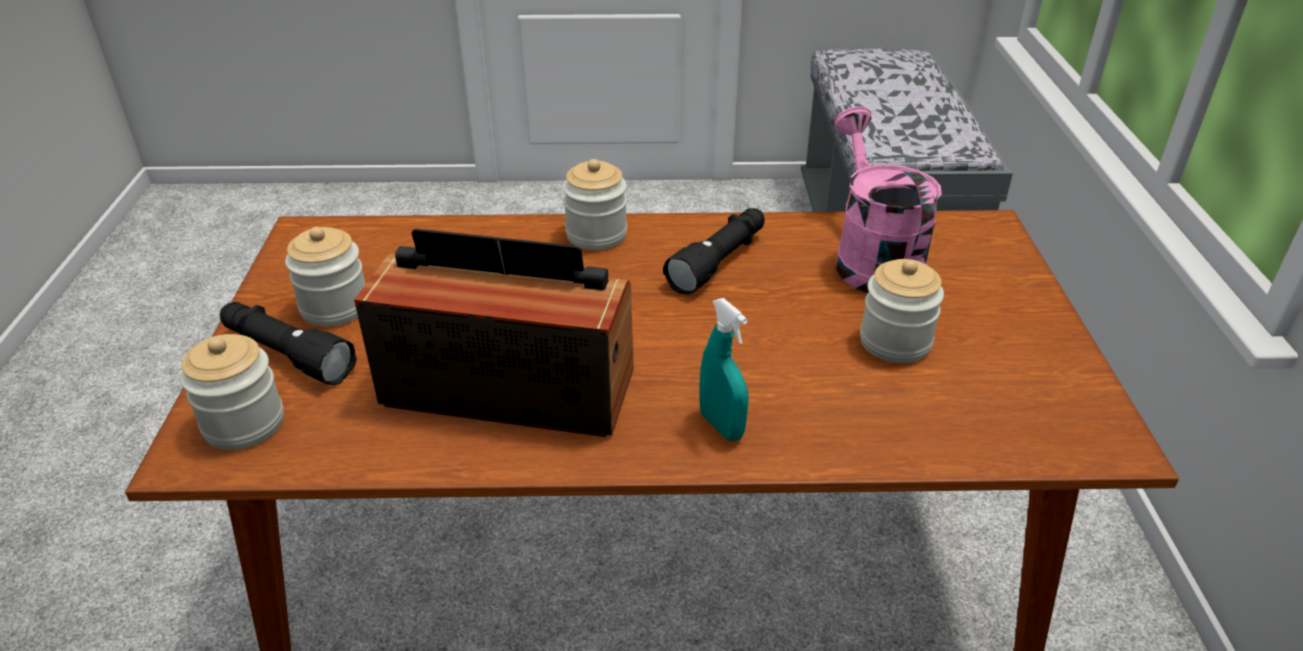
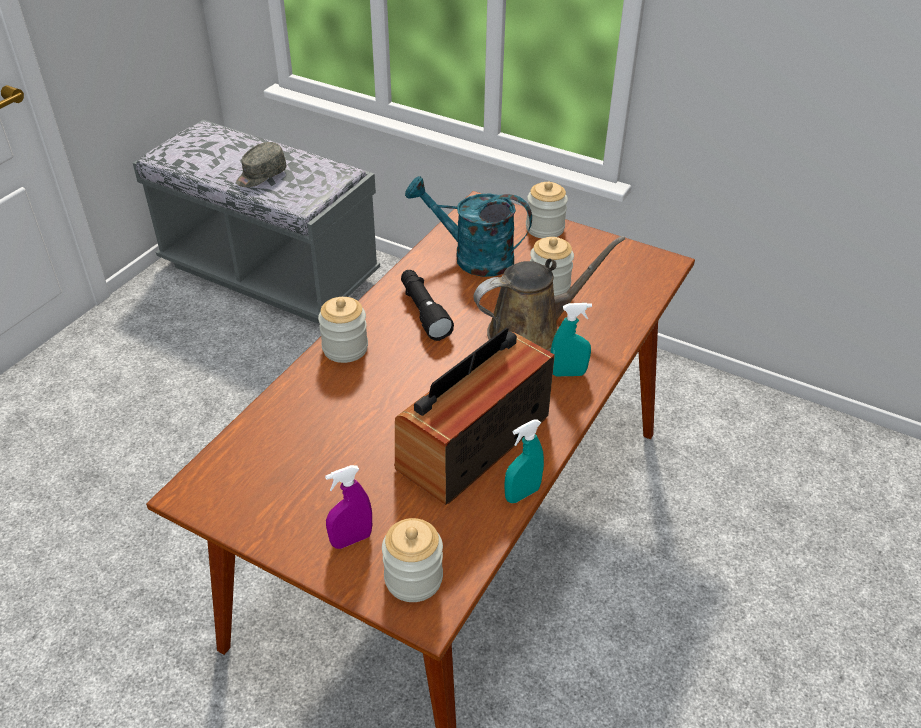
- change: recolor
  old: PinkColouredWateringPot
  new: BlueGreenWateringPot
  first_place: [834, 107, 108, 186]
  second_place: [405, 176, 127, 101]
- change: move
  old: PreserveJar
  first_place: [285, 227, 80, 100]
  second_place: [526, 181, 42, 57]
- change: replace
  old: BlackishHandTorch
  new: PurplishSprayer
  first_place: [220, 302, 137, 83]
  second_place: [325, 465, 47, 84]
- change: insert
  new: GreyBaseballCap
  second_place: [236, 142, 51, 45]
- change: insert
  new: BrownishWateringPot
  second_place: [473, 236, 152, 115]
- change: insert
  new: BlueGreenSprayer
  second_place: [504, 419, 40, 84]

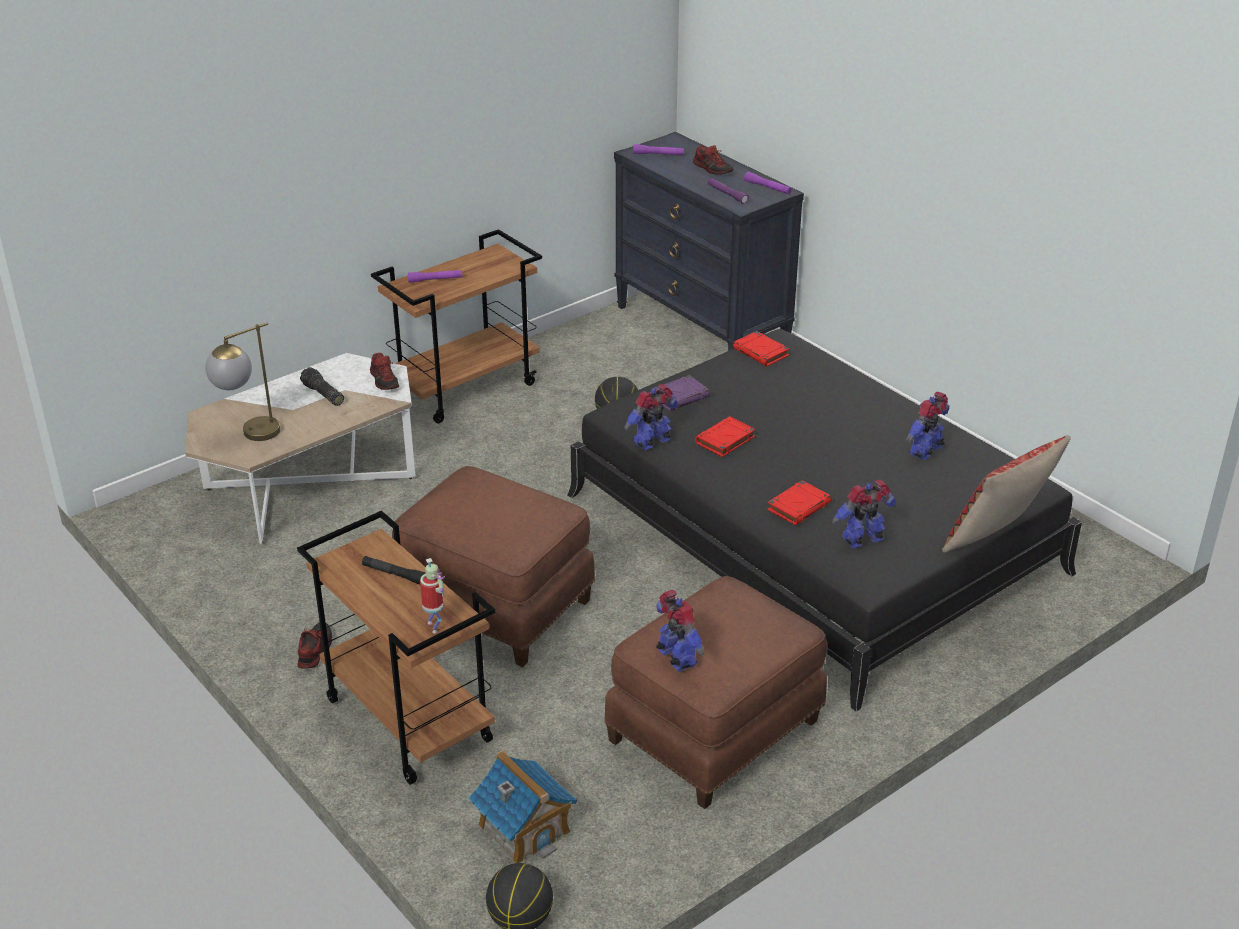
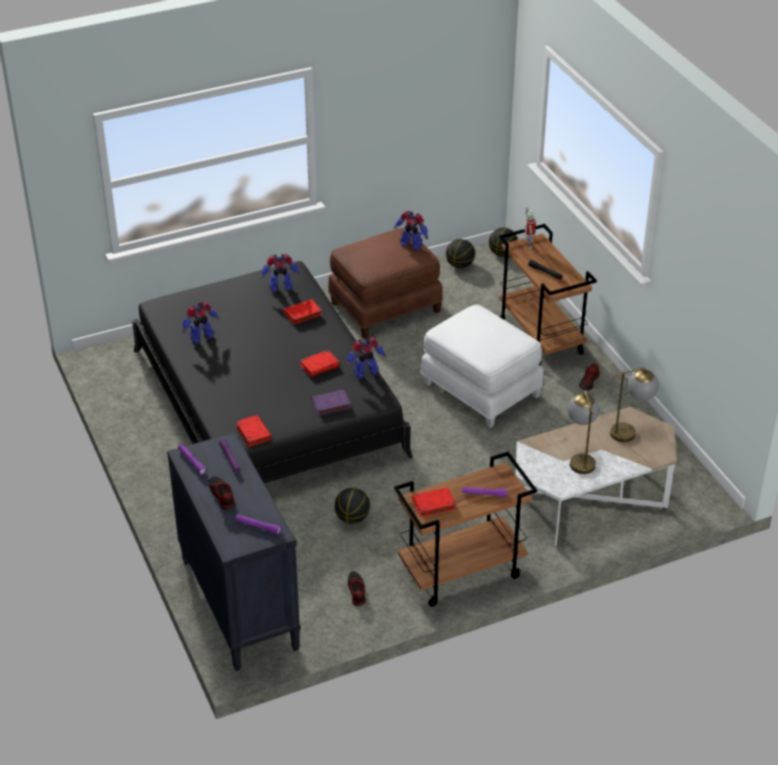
- change: move
  old: ItemOfFootwear
  first_place: [370, 353, 29, 37]
  second_place: [348, 571, 18, 35]
- change: replace
  old: HandTorch
  new: TabletopLamp
  first_place: [300, 367, 44, 39]
  second_place: [567, 391, 32, 83]
- change: delete
  old: Pillow
  first_place: [942, 435, 129, 118]
- change: recolor
  old: BrownishFootrest
  new: WhiteColouredFootrest
  first_place: [392, 466, 203, 201]
  second_place: [421, 305, 123, 123]
- change: rotate
  old: ToyRobot
  first_place: [656, 590, 48, 82]
  second_place: [394, 211, 34, 40]
  degrees: -45
- change: delete
  old: MiniatureHouse
  first_place: [468, 750, 109, 113]
- change: insert
  new: BasketballBall
  second_place: [446, 239, 29, 29]
- change: insert
  new: ReddishBoundBook
  second_place: [412, 487, 44, 30]

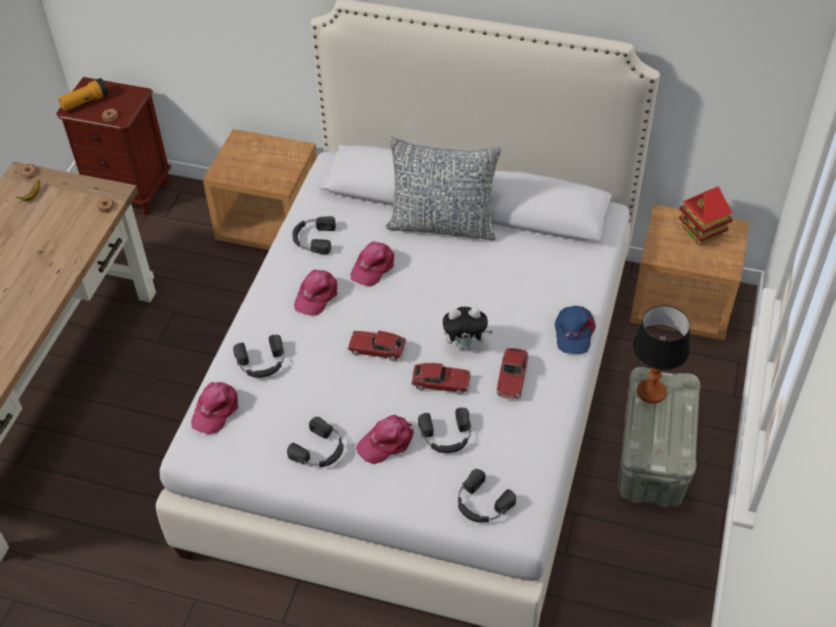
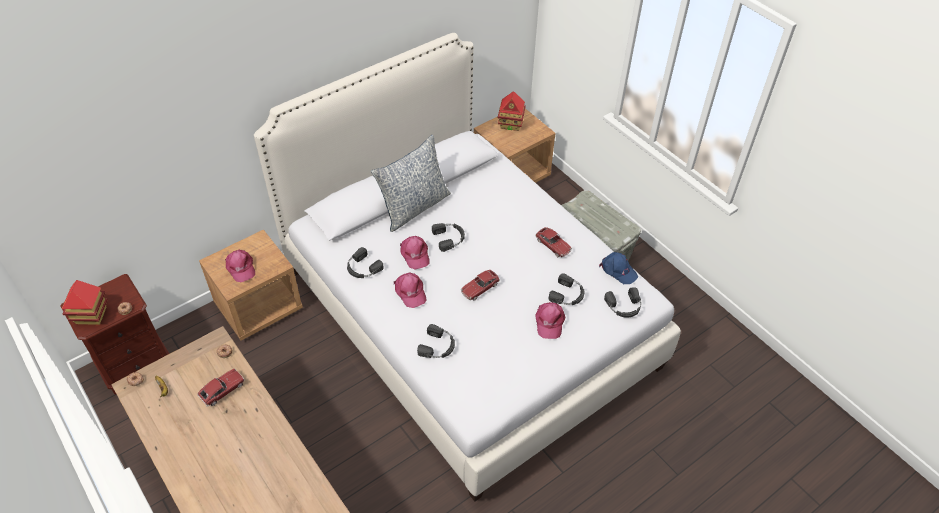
- change: replace
  old: HandTorch
  new: MiniatureHouse
  first_place: [58, 78, 51, 33]
  second_place: [62, 280, 46, 45]
- change: delete
  old: TabletopLamp
  first_place: [632, 305, 58, 99]
- change: move
  old: BlueColouredBaseballCap
  first_place: [555, 306, 41, 48]
  second_place: [599, 252, 39, 32]
- change: delete
  old: PlushToy
  first_place: [442, 307, 51, 43]
- change: move
  old: ModelCar
  first_place: [411, 363, 60, 32]
  second_place: [197, 368, 48, 39]
- change: move
  old: PinkColouredBaseballCap
  first_place: [191, 382, 47, 52]
  second_place: [225, 250, 30, 32]
- change: move
  old: BlackishHeadset
  first_place: [287, 417, 57, 51]
  second_place: [432, 223, 33, 29]

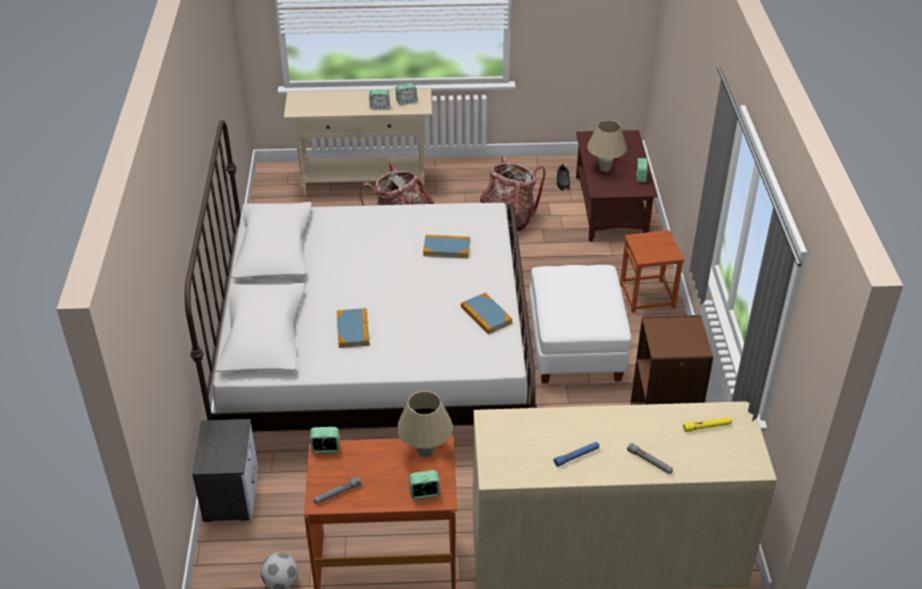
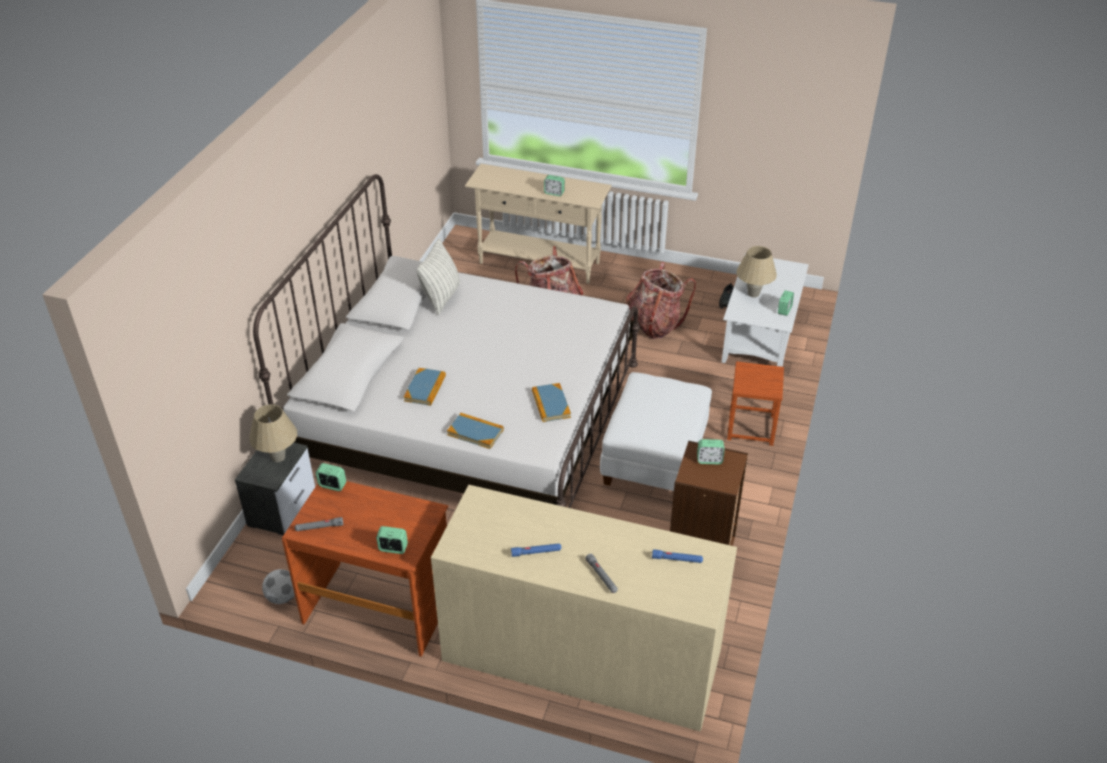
- change: move
  old: BedsideClock
  first_place: [396, 83, 21, 22]
  second_place: [697, 439, 28, 25]
- change: recolor
  old: BrownishLoungeTable
  new: WhiteColouredLoungeTable
  first_place: [576, 130, 82, 112]
  second_place: [722, 253, 87, 114]
- change: move
  old: BoundBook
  first_place: [423, 235, 47, 23]
  second_place: [447, 413, 57, 36]
- change: move
  old: BeigeTabletopLamp
  first_place: [397, 391, 56, 66]
  second_place: [249, 404, 48, 58]
- change: recolor
  old: YellowishHandTorch
  new: BlueColouredHandTorch
  first_place: [683, 417, 49, 15]
  second_place: [652, 549, 51, 14]
- change: insert
  new: Pillow
  second_place: [417, 238, 43, 77]

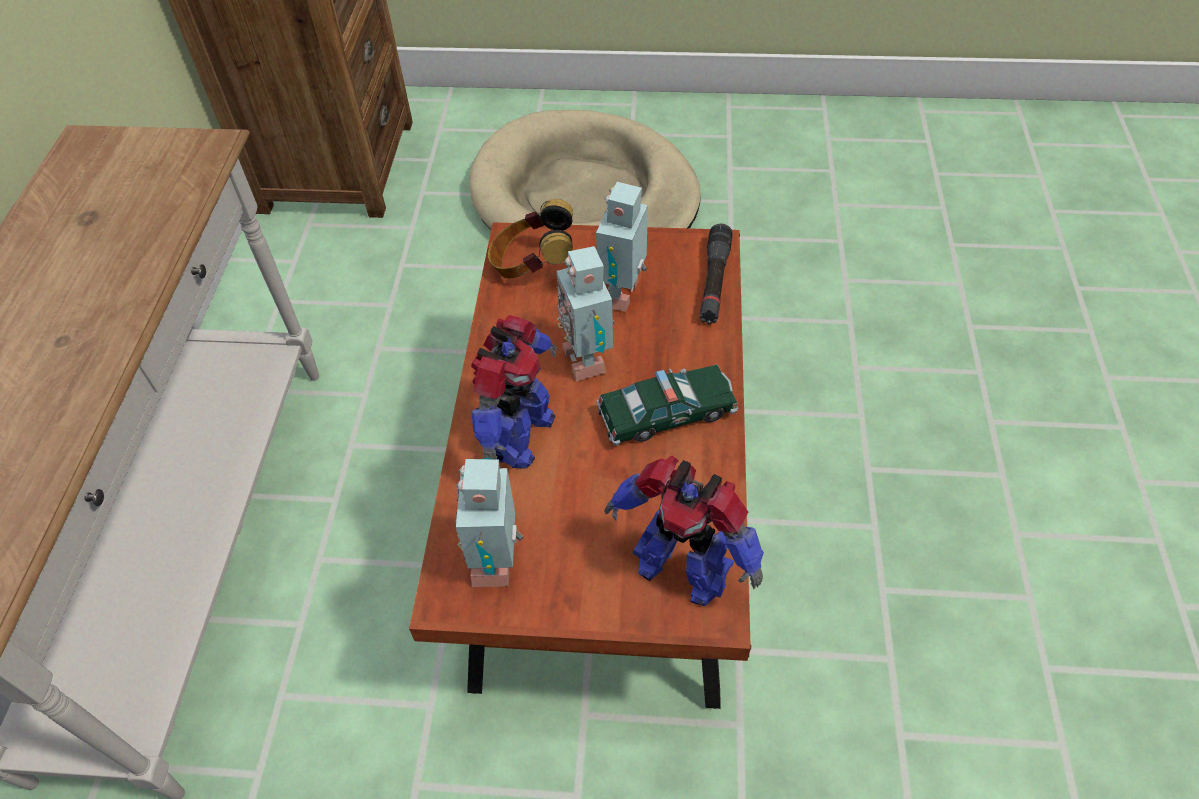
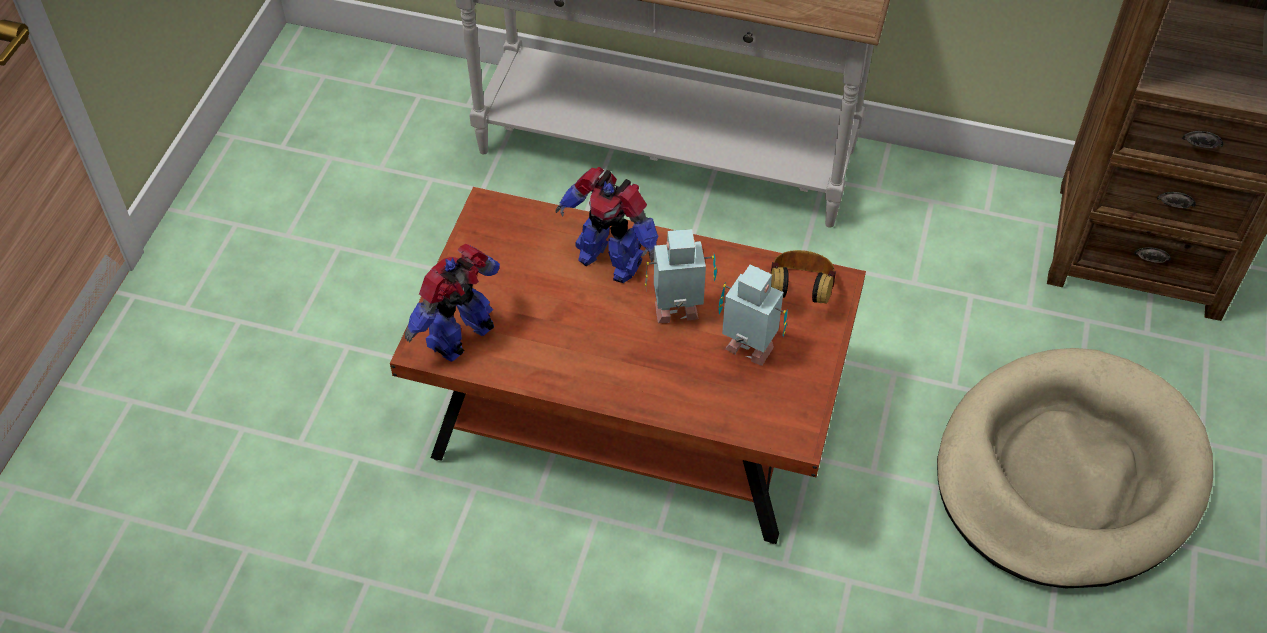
- change: delete
  old: BlackishHandTorch
  first_place: [700, 224, 33, 100]
- change: delete
  old: ModelCar
  first_place: [597, 364, 141, 82]
- change: delete
  old: ToyRobot
  first_place: [455, 457, 68, 130]

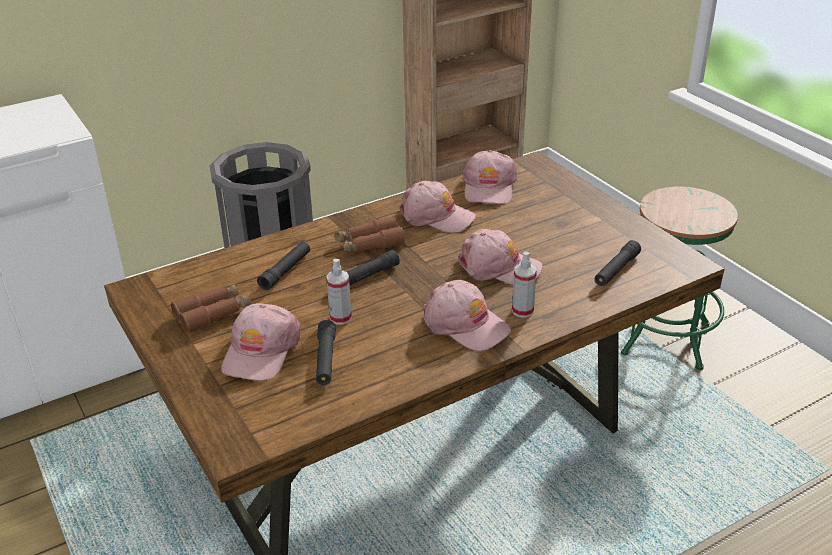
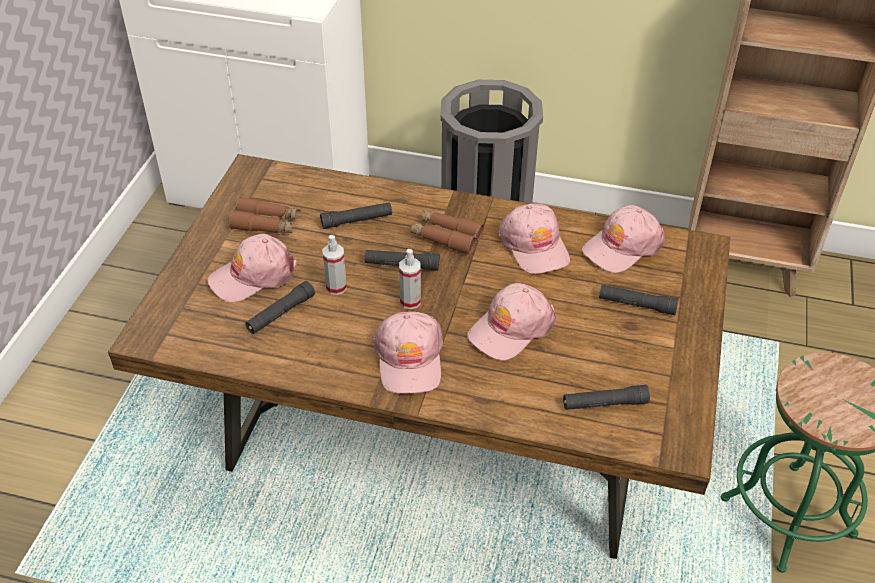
- change: rotate
  old: PinkColouredBaseballCap
  first_place: [458, 229, 85, 55]
  second_place: [467, 283, 89, 77]
  degrees: 75
- change: move
  old: Sprayer
  first_place: [512, 251, 25, 67]
  second_place: [399, 249, 22, 60]
- change: insert
  new: BlackishHandTorch
  second_place: [599, 285, 80, 30]

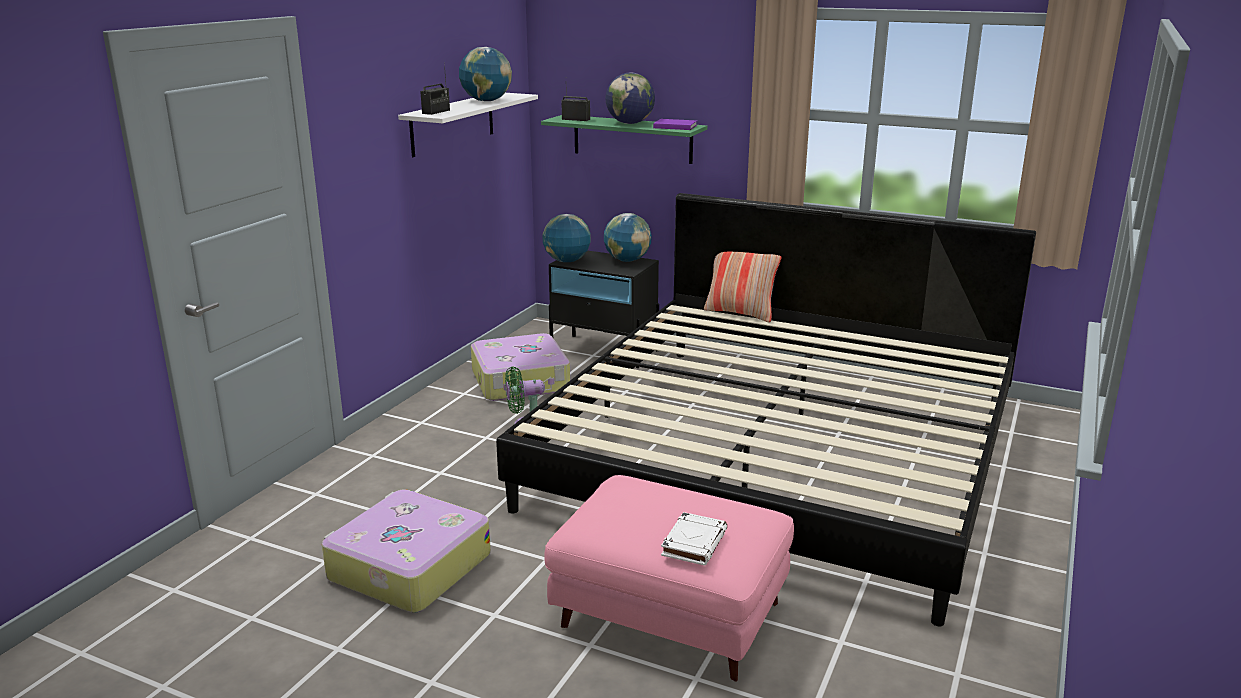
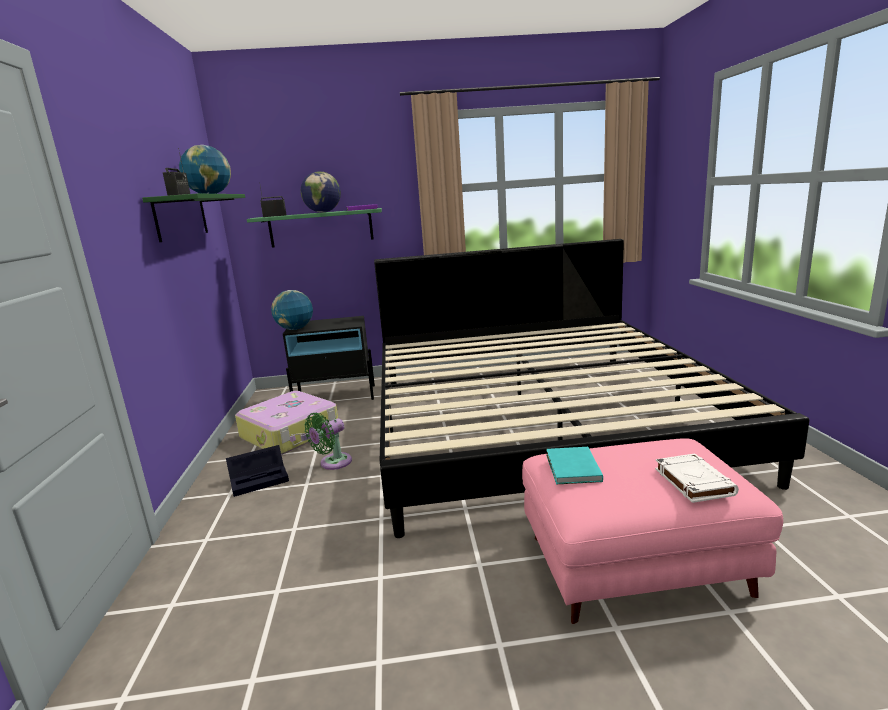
- change: recolor
  old: WhiteColouredShelf
  new: GreenishShelf
  first_place: [398, 93, 140, 64]
  second_place: [142, 194, 103, 48]
- change: delete
  old: WorldGlobe
  first_place: [604, 213, 48, 49]
- change: delete
  old: Pillow
  first_place: [704, 252, 77, 70]
- change: delete
  old: Suitcase
  first_place: [322, 489, 169, 124]
- change: insert
  new: BlackishStorageBin
  second_place: [226, 445, 63, 52]
- change: insert
  new: BlueGreenBoundBook
  second_place: [546, 447, 57, 37]

